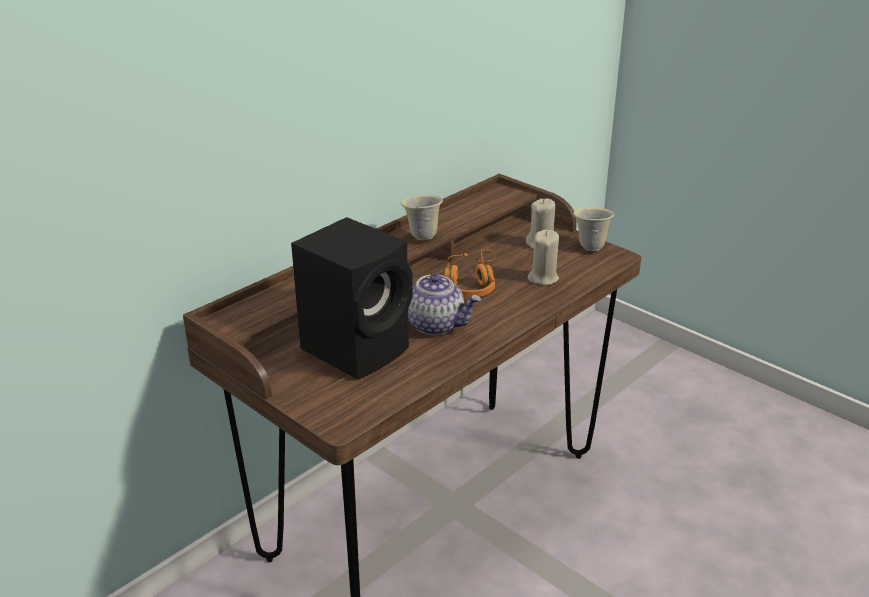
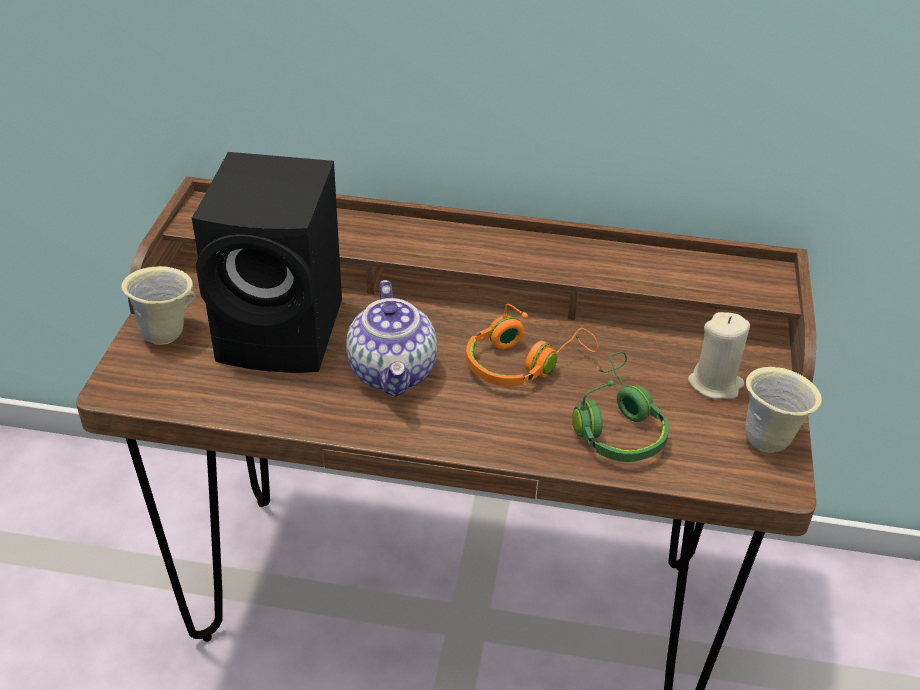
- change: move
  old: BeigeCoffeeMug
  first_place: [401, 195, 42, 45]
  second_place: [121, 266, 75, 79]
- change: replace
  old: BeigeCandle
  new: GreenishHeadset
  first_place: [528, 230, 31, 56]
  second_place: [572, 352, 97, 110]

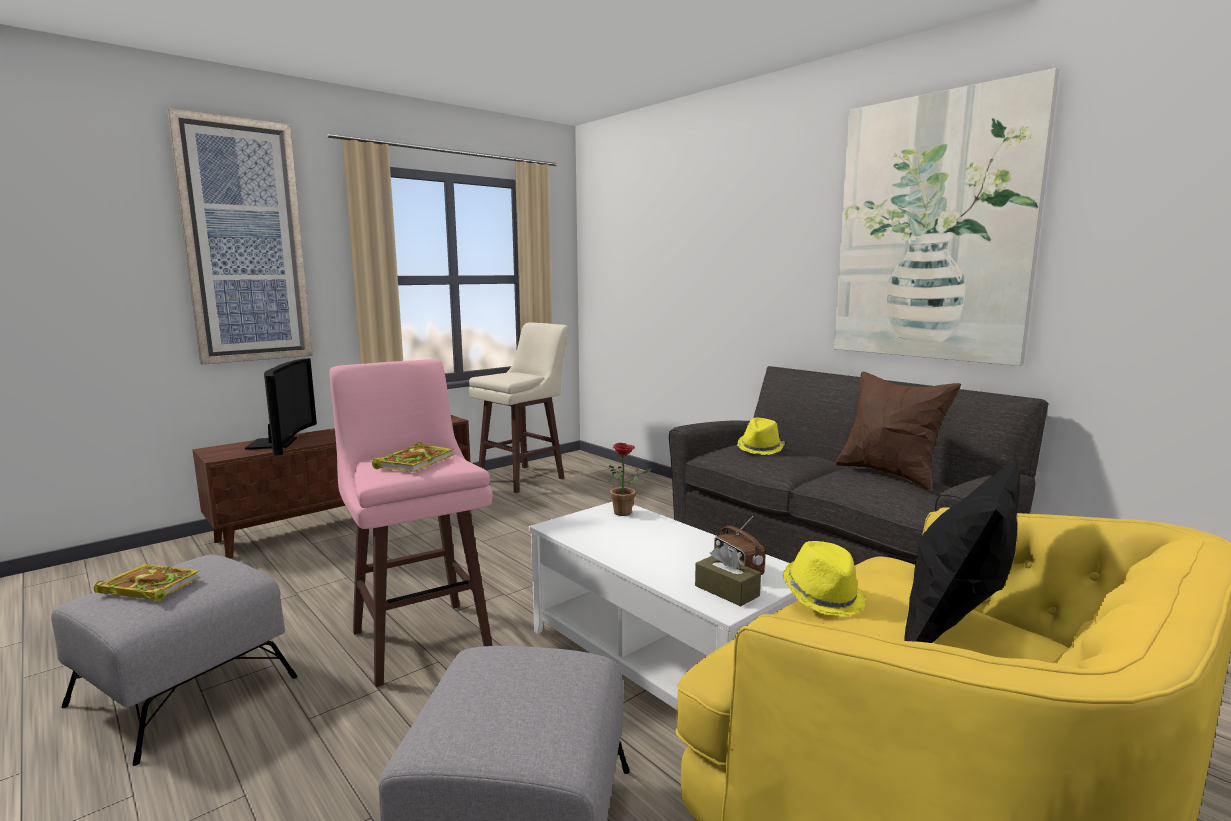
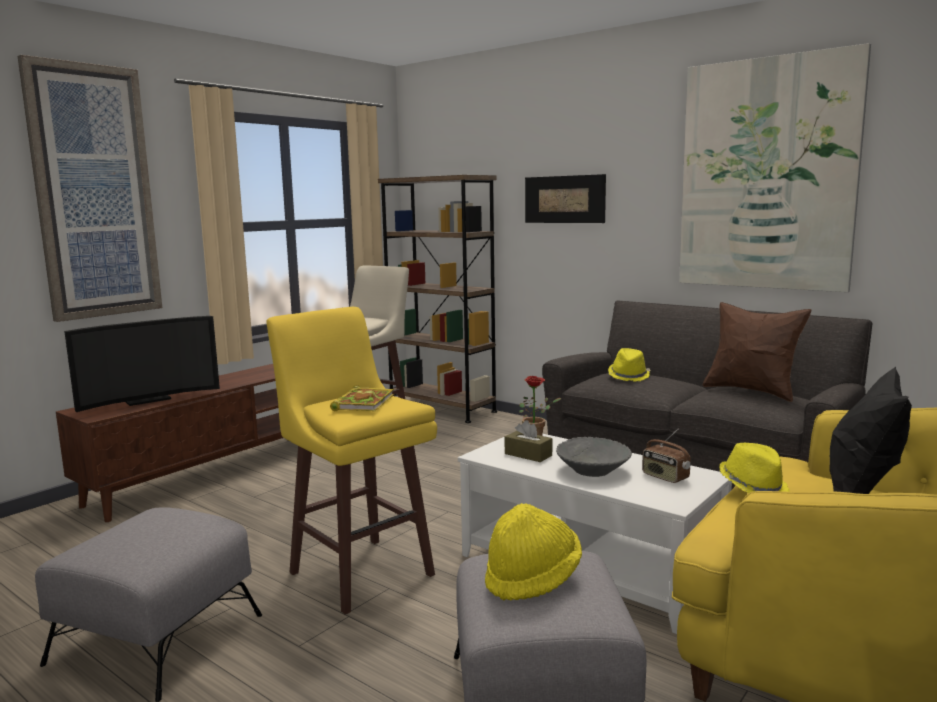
- change: rotate
  old: TvSet
  first_place: [245, 358, 72, 97]
  second_place: [64, 316, 156, 96]
  degrees: 75
- change: recolor
  old: PinkColouredStoolSeat
  new: YellowishStoolSeat
  first_place: [330, 359, 163, 328]
  second_place: [266, 307, 171, 307]
- change: move
  old: BrownishBoxOfTissues
  first_place: [695, 544, 66, 62]
  second_place: [505, 420, 47, 42]
- change: delete
  old: BoundBook
  first_place: [94, 564, 106, 37]
- change: insert
  new: WallPicture
  second_place: [525, 174, 81, 49]
- change: insert
  new: BrownishShelvingUnit
  second_place: [378, 175, 119, 248]
- change: insert
  new: GreyBowl
  second_place: [556, 437, 76, 40]
- change: insert
  new: YellowishClothingHat
  second_place: [485, 503, 97, 98]

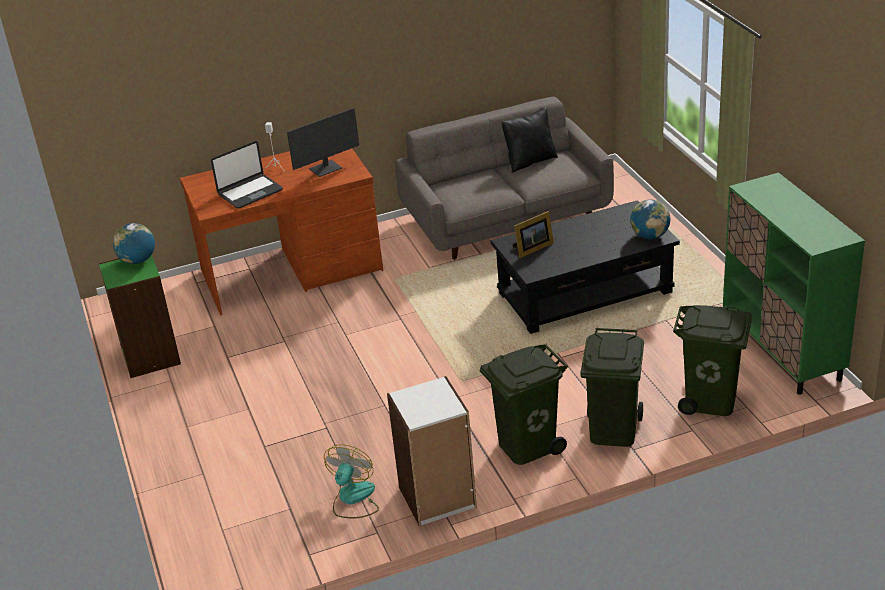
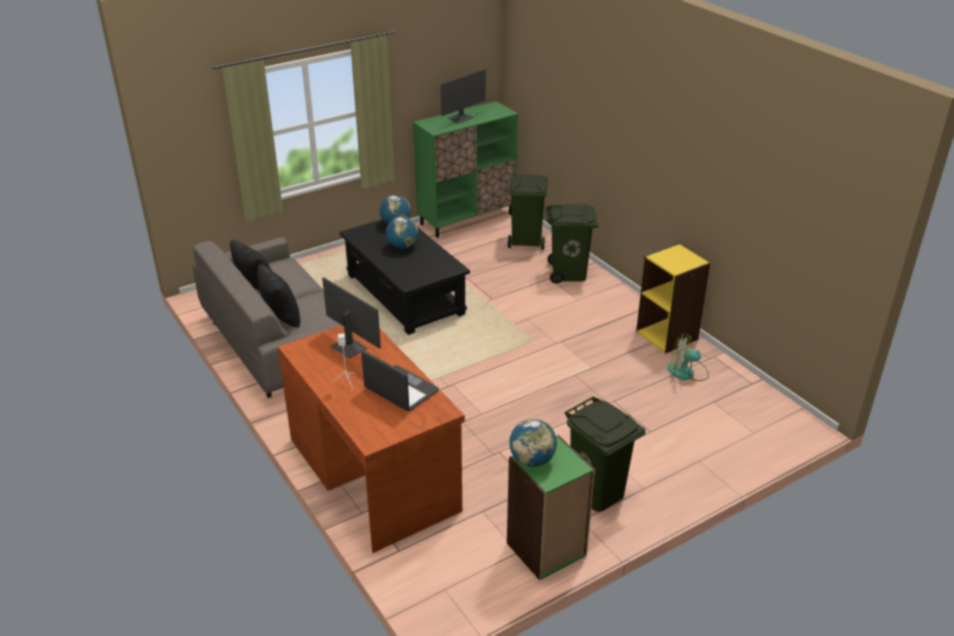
- change: delete
  old: StandingFrame
  first_place: [513, 211, 41, 47]
- change: move
  old: GreenishTrashCan
  first_place: [480, 344, 88, 121]
  second_place: [564, 396, 81, 116]
- change: recolor
  old: WhiteColouredShelvingUnit
  new: YellowishShelvingUnit
  first_place: [387, 376, 90, 150]
  second_place: [636, 243, 75, 110]
- change: insert
  new: Monitor
  second_place: [441, 69, 45, 54]
- change: insert
  new: WorldGlobe
  second_place: [386, 216, 32, 33]
- change: insert
  new: BlackishPillow
  second_place: [257, 265, 43, 64]

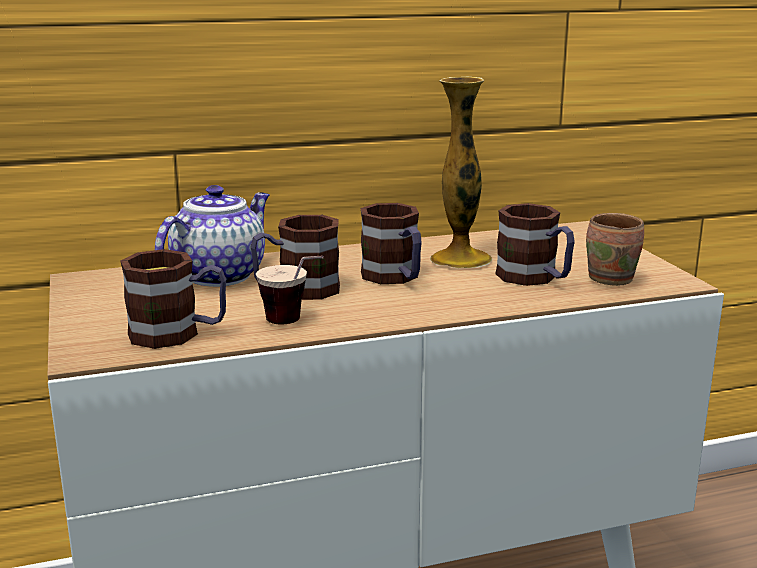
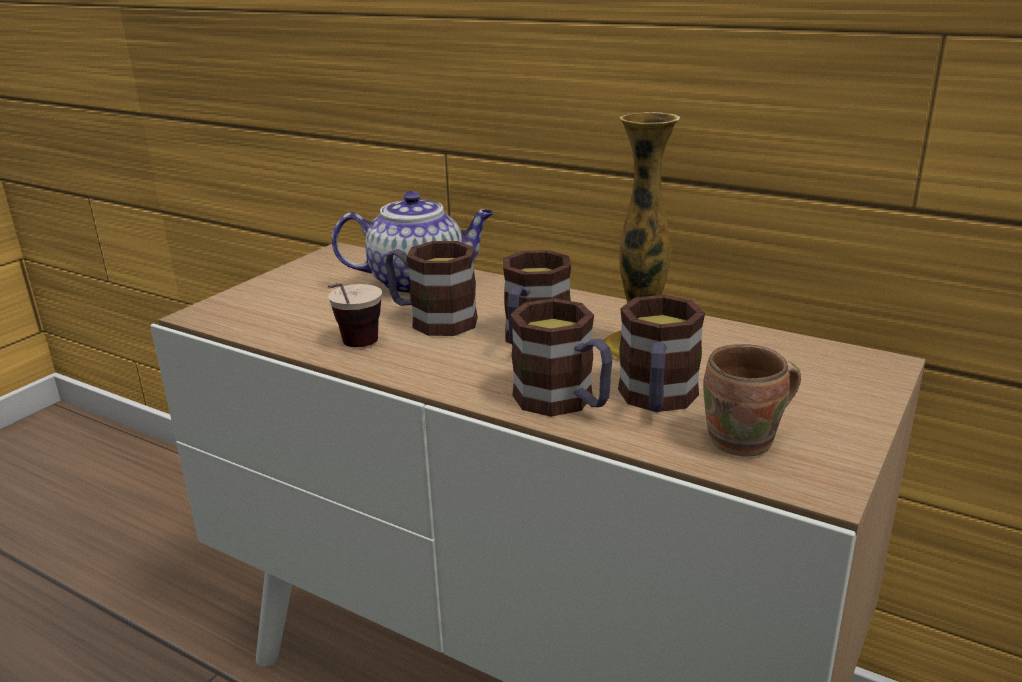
- change: move
  old: CoffeeMug
  first_place: [121, 249, 105, 100]
  second_place: [510, 298, 103, 119]

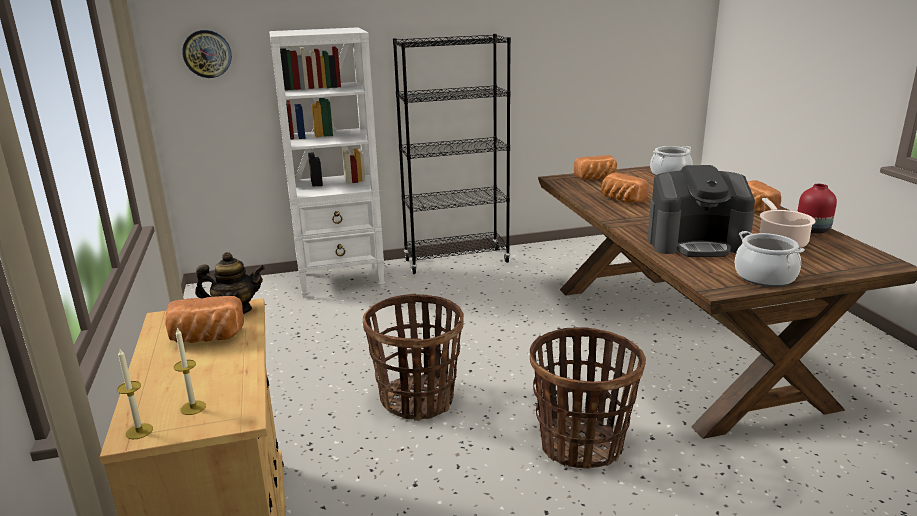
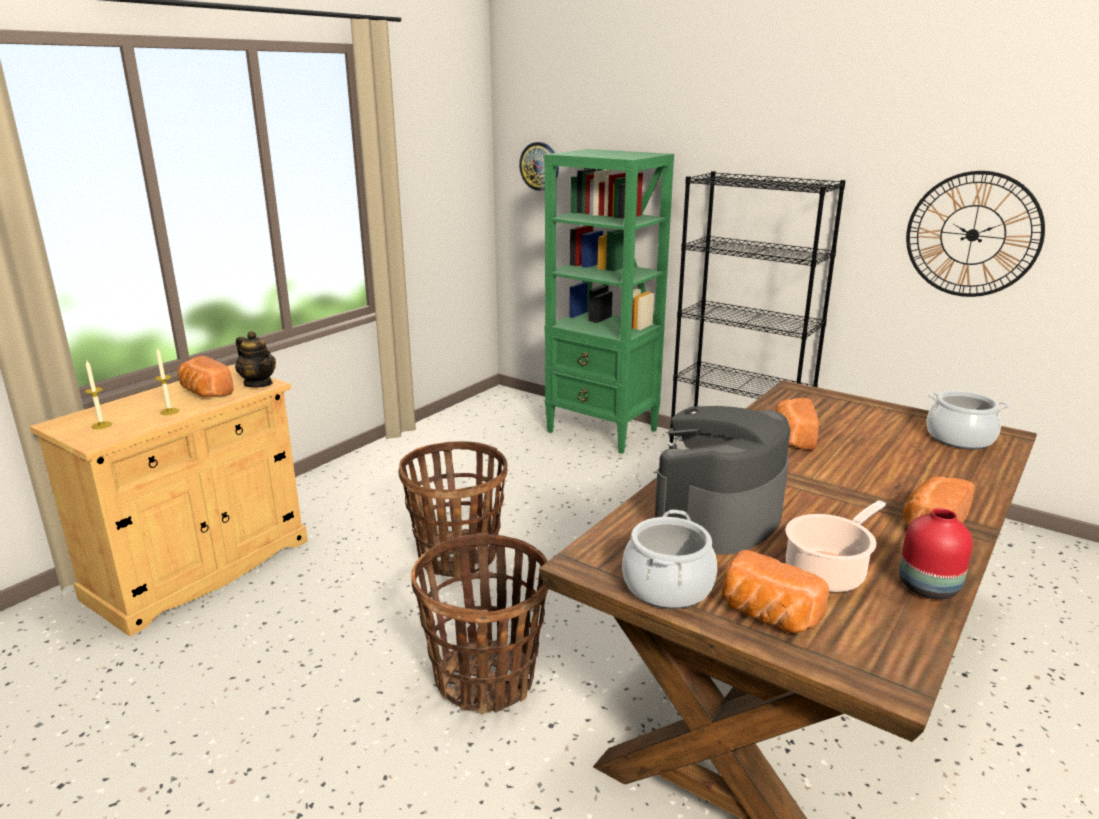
- change: recolor
  old: WhiteColouredShelvingUnit
  new: GreenishShelvingUnit
  first_place: [269, 27, 116, 271]
  second_place: [544, 149, 130, 305]
- change: move
  old: BakeryBread
  first_place: [574, 155, 43, 25]
  second_place: [722, 550, 107, 83]
- change: rotate
  old: CoffeeMaker
  first_place: [647, 165, 108, 92]
  second_place: [655, 406, 135, 149]
  degrees: 75
- change: move
  old: Candle
  first_place: [117, 349, 36, 90]
  second_place: [155, 348, 24, 67]
- change: insert
  new: HangingClock
  second_place: [906, 171, 139, 126]

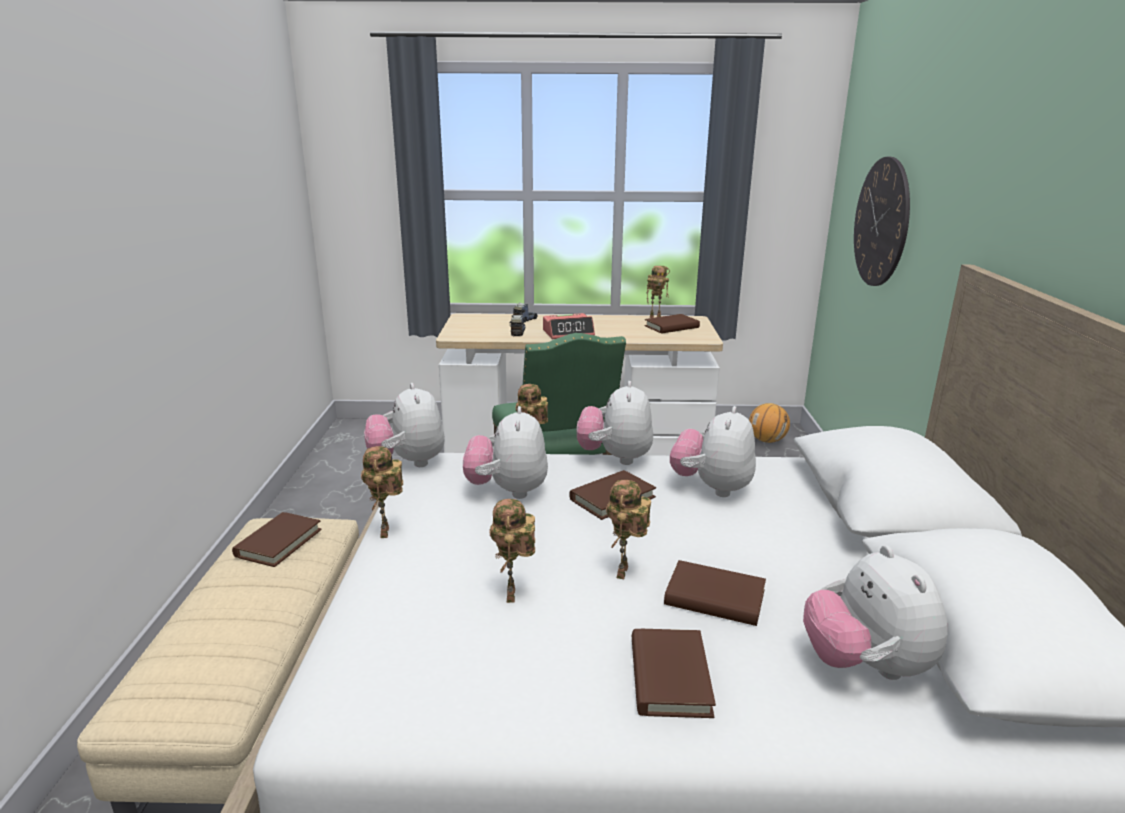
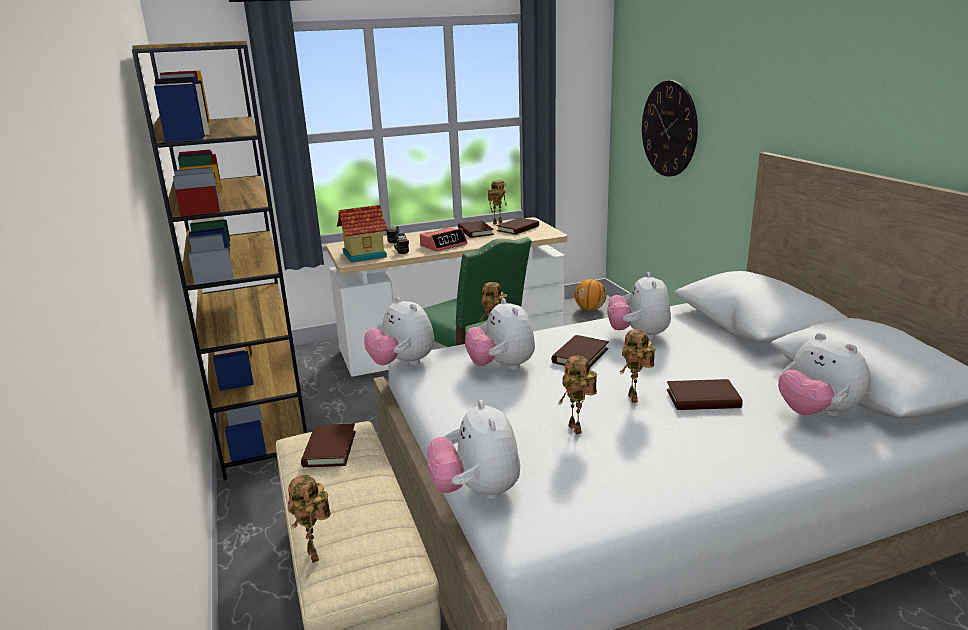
- change: move
  old: PlushToy
  first_place: [577, 381, 76, 84]
  second_place: [427, 400, 93, 99]
- change: move
  old: ToyRobot
  first_place: [361, 446, 42, 92]
  second_place: [288, 475, 43, 88]
- change: move
  old: BrownishBoundBook
  first_place: [632, 629, 84, 89]
  second_place: [458, 220, 36, 18]
- change: insert
  new: BrownishShelvingUnit
  second_place: [132, 41, 175, 440]
- change: insert
  new: MiniatureHouse
  second_place: [337, 205, 51, 58]

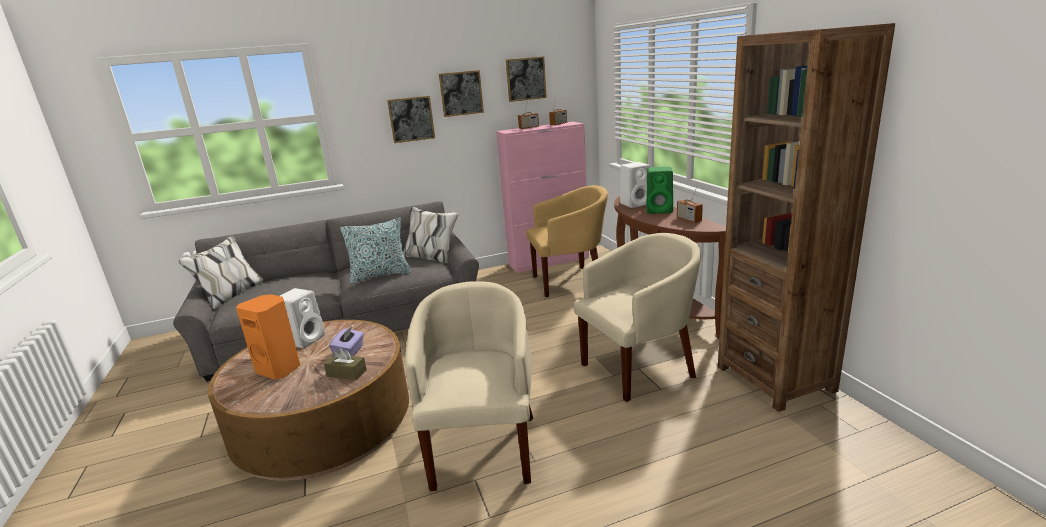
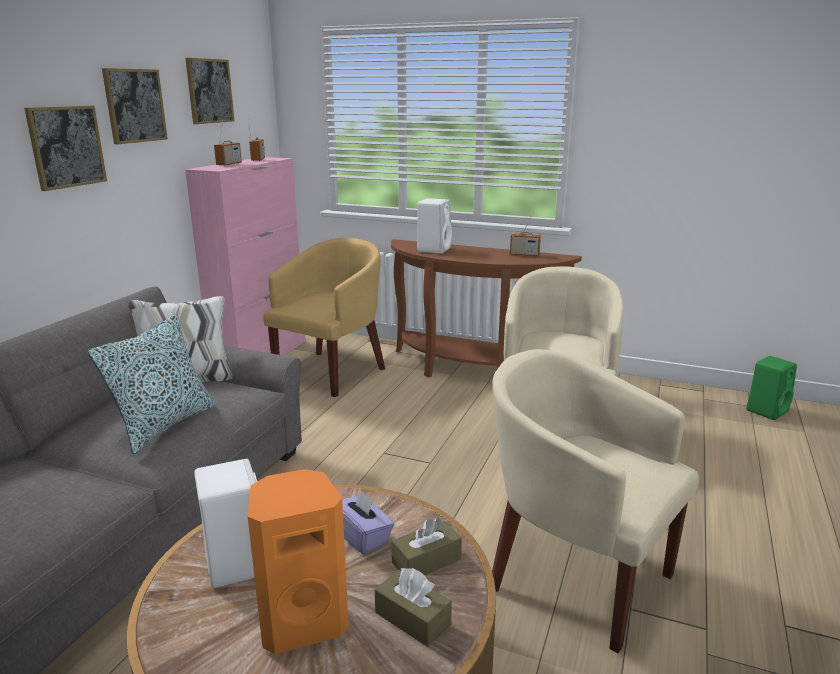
- change: delete
  old: BrownishShelvingUnit
  first_place: [718, 23, 177, 389]
- change: move
  old: GreenishLoudspeaker
  first_place: [646, 167, 27, 47]
  second_place: [746, 356, 51, 64]
- change: insert
  new: BrownishBoxOfTissues
  second_place: [375, 568, 77, 79]

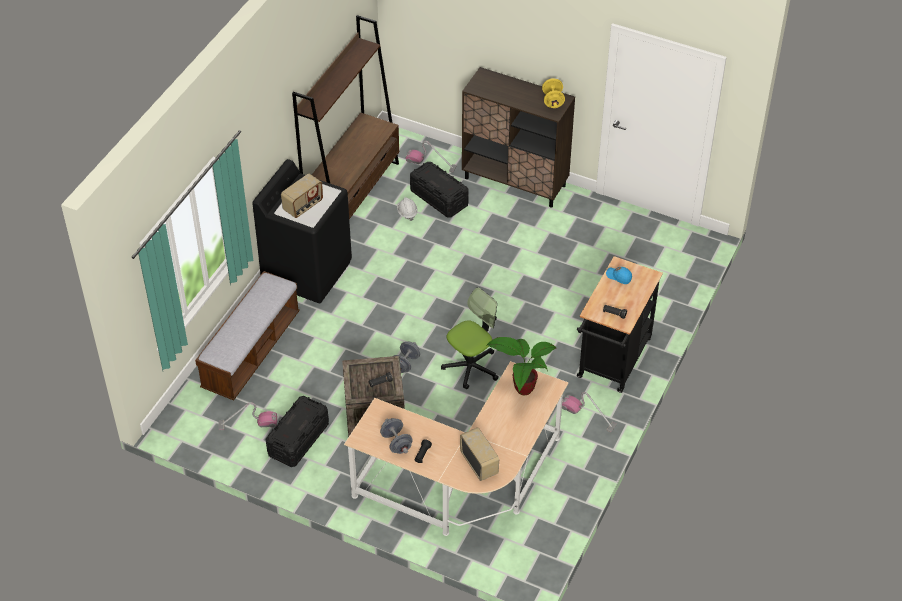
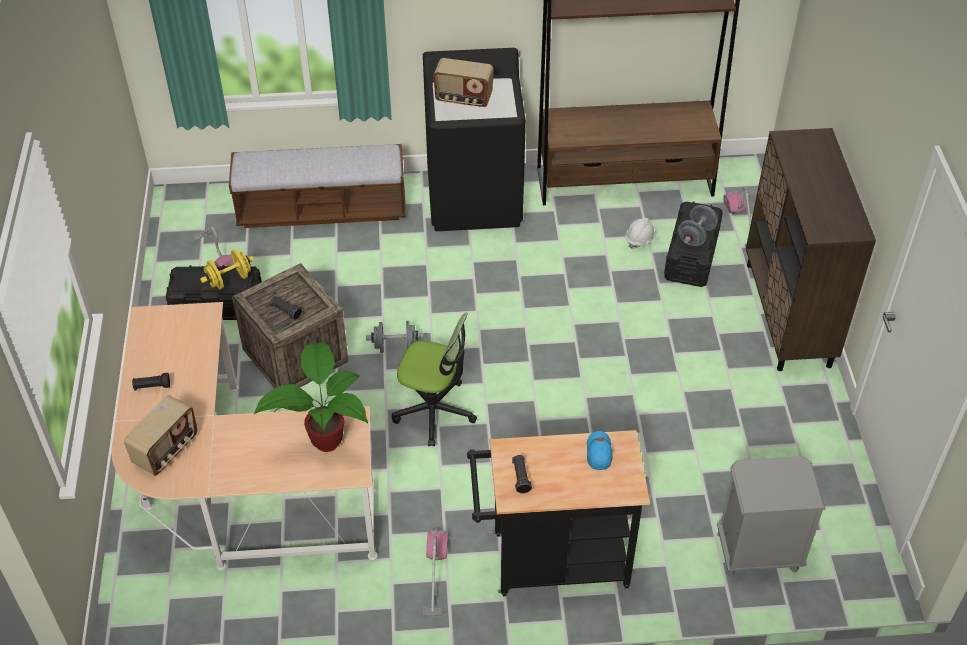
- change: move
  old: YellowishDumbbell
  first_place: [542, 78, 23, 30]
  second_place: [200, 250, 54, 39]
- change: move
  old: GreyDumbbell
  first_place: [380, 418, 33, 36]
  second_place: [678, 205, 40, 41]
- change: insert
  new: GreyNightTable
  second_place: [717, 456, 109, 121]

